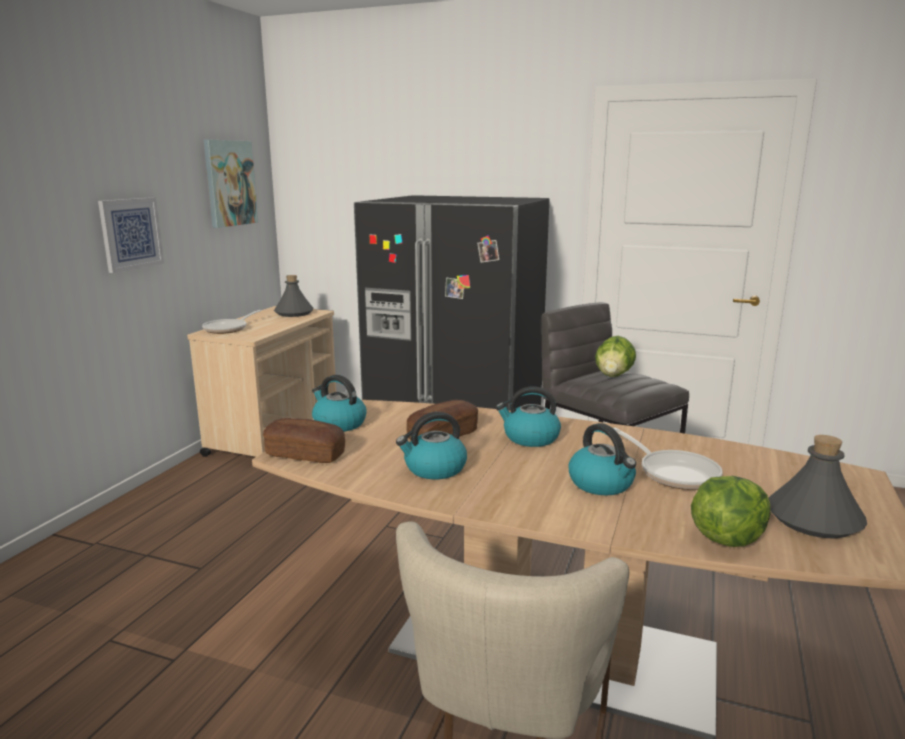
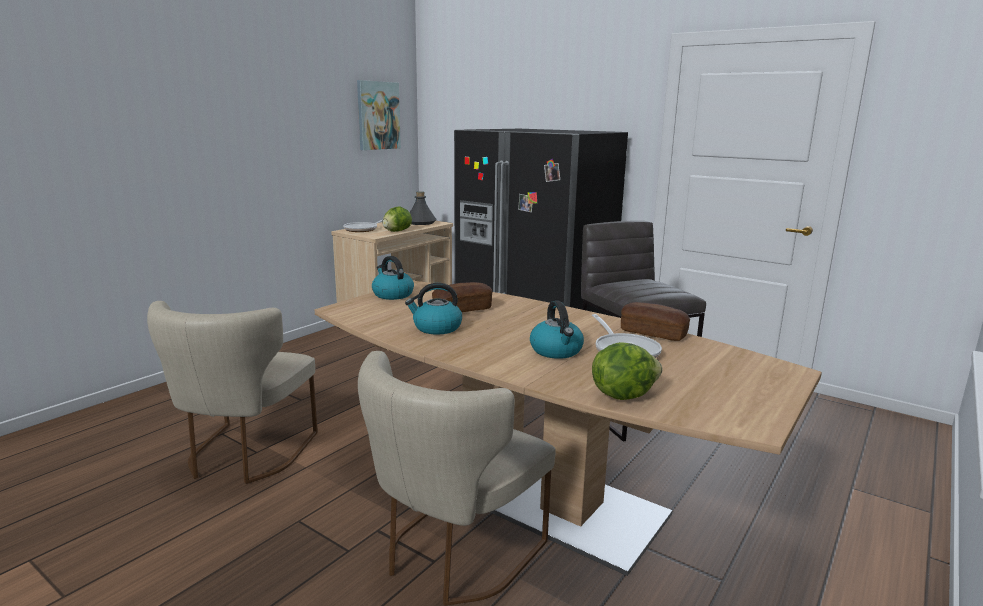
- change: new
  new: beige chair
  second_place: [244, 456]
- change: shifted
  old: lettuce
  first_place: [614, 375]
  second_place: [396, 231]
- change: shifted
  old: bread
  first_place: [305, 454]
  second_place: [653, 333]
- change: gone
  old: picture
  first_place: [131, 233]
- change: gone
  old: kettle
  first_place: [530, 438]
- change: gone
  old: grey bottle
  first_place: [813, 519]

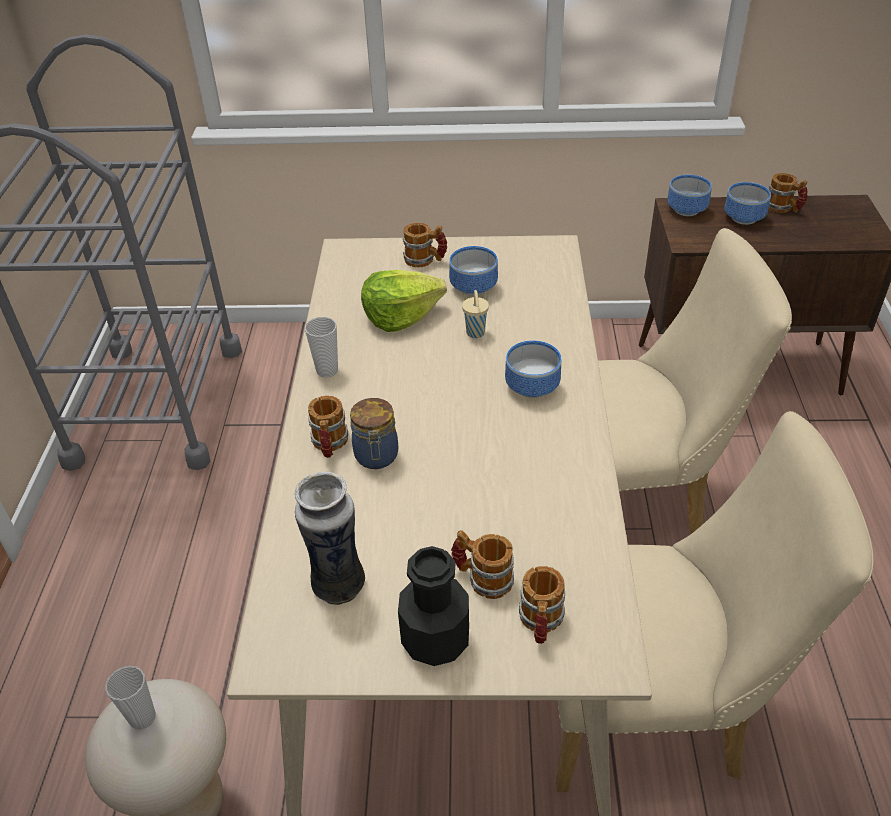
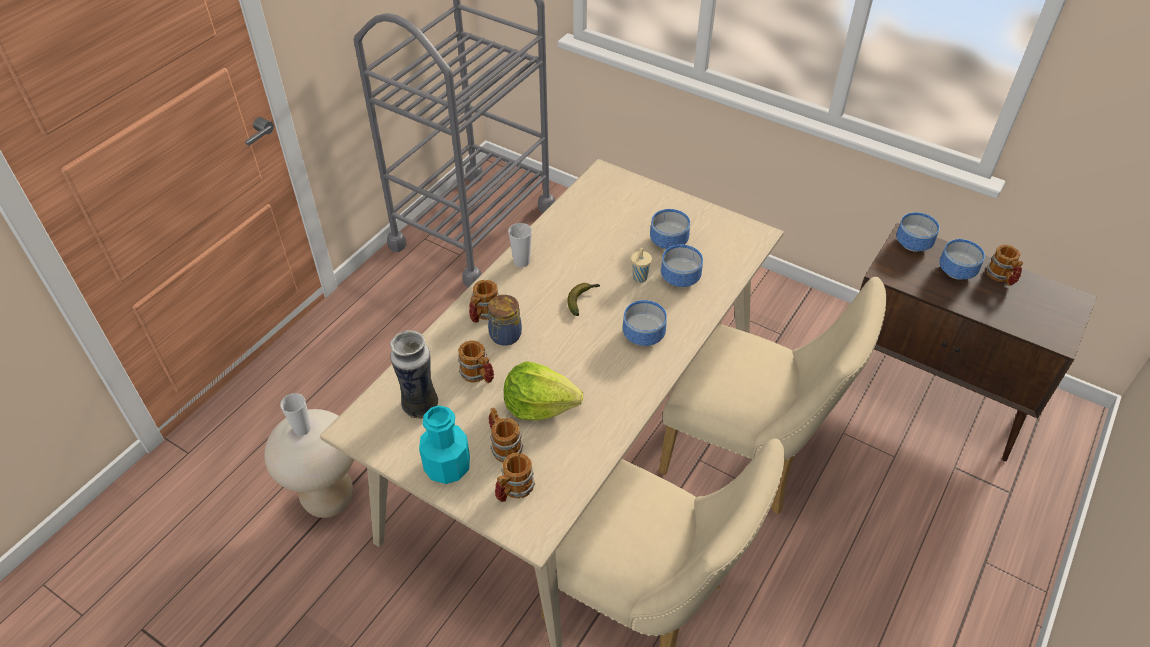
- change: repainted
  old: black bottle
  new: turquoise bottle
  first_place: [435, 640]
  second_place: [447, 466]
- change: shifted
  old: mug
  first_place: [425, 260]
  second_place: [478, 375]
- change: shifted
  old: lettuce
  first_place: [401, 316]
  second_place: [539, 404]
- change: new
  new: banana
  second_place: [582, 300]
- change: new
  new: bowl
  second_place: [681, 277]

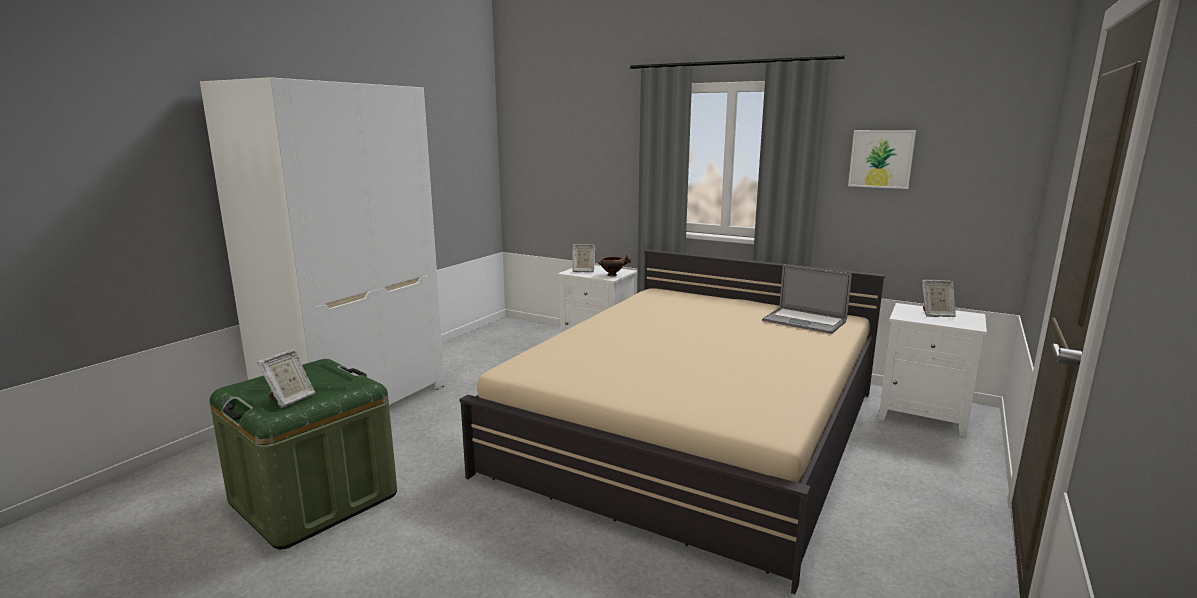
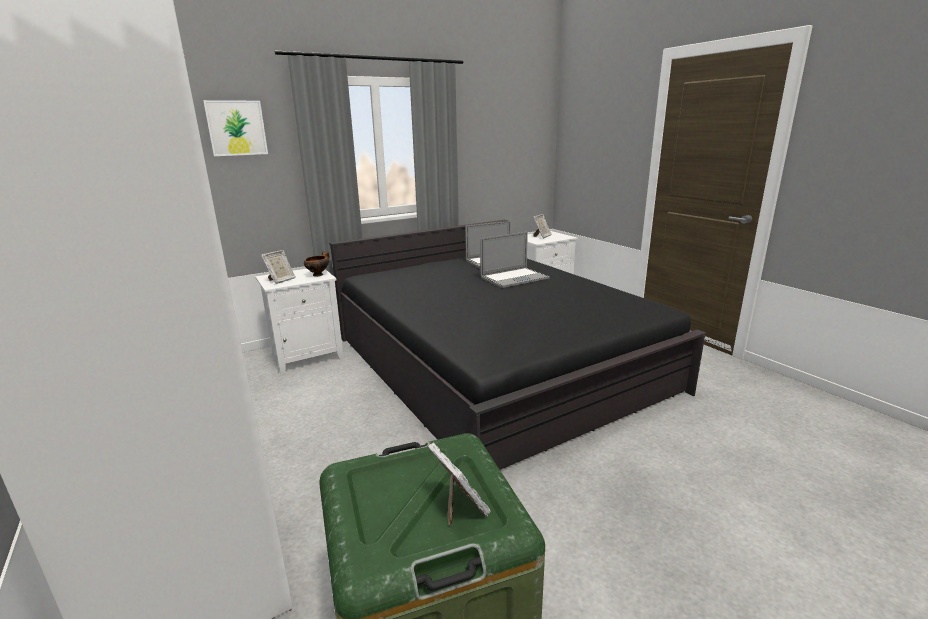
- change: shifted
  old: picture
  first_place: [881, 159]
  second_place: [236, 128]
- change: repainted
  old: beige bed
  new: black bed
  first_place: [695, 430]
  second_place: [494, 363]
- change: new
  new: laptop
  second_place: [514, 278]

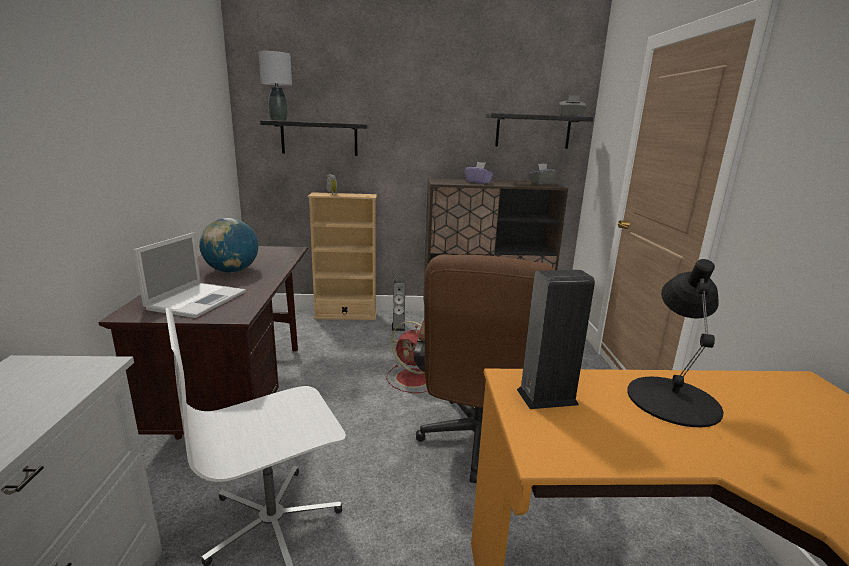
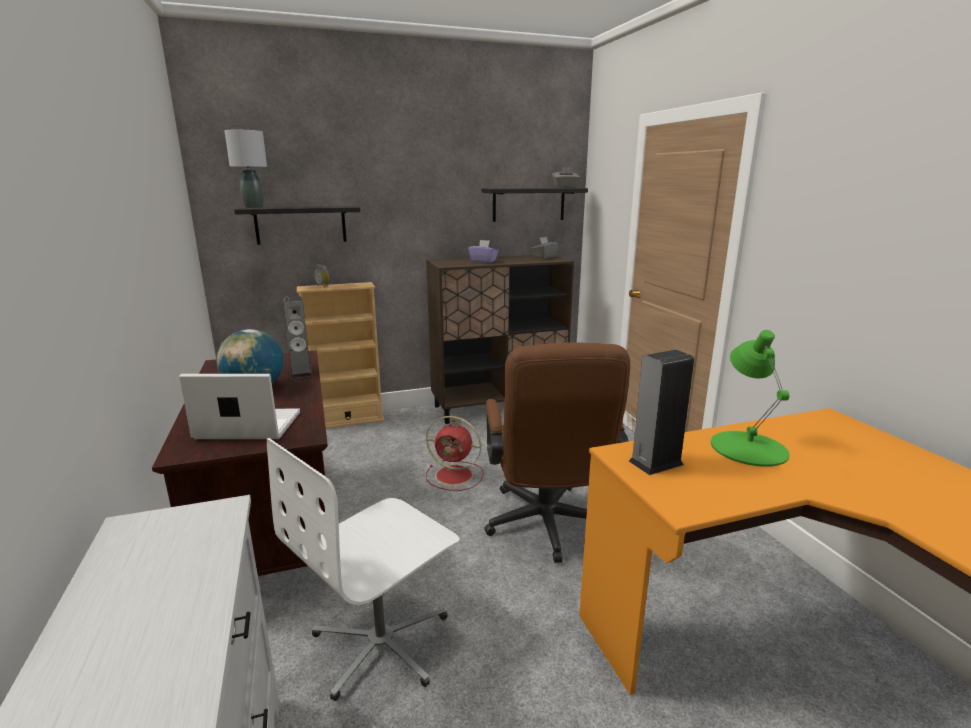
- change: rotated
  old: laptop
  first_place: [198, 300]
  second_place: [246, 426]
  degrees: -90
- change: shifted
  old: speaker
  first_place: [398, 326]
  second_place: [301, 372]
- change: repainted
  old: black table lamp
  new: green table lamp
  first_place: [673, 400]
  second_place: [748, 447]

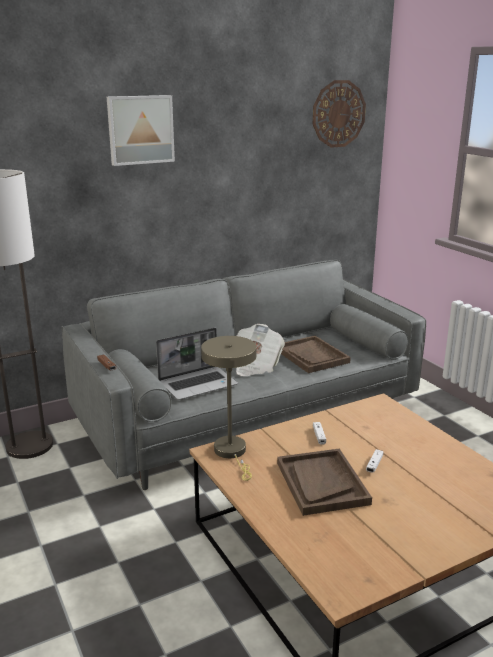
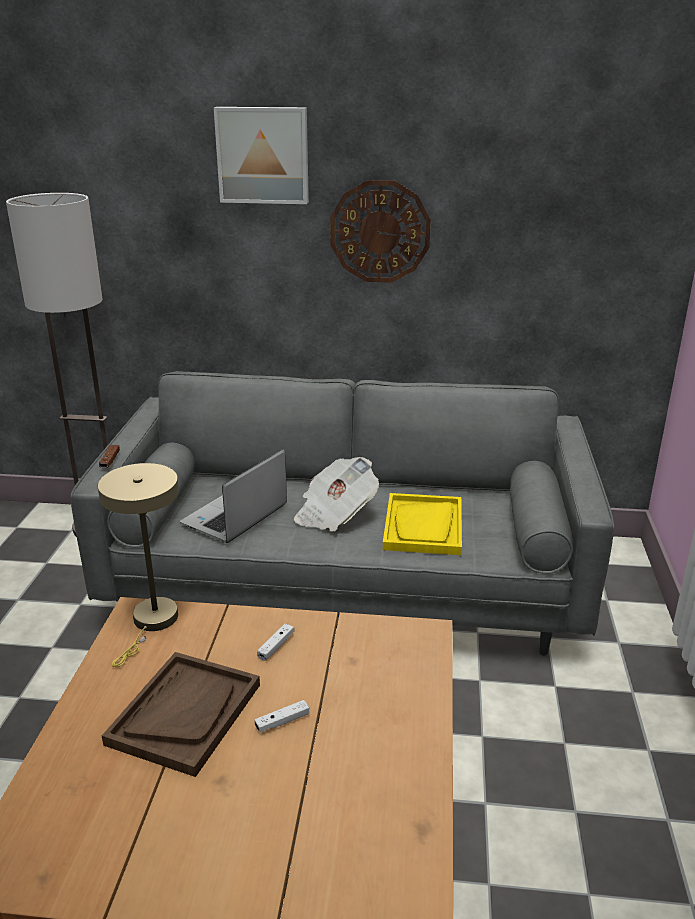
- change: rotated
  old: laptop
  first_place: [198, 384]
  second_place: [235, 517]
  degrees: 120
- change: shifted
  old: wall clock
  first_place: [338, 114]
  second_place: [380, 232]
- change: repainted
  old: brown tray
  new: yellow tray
  first_place: [312, 356]
  second_place: [423, 526]

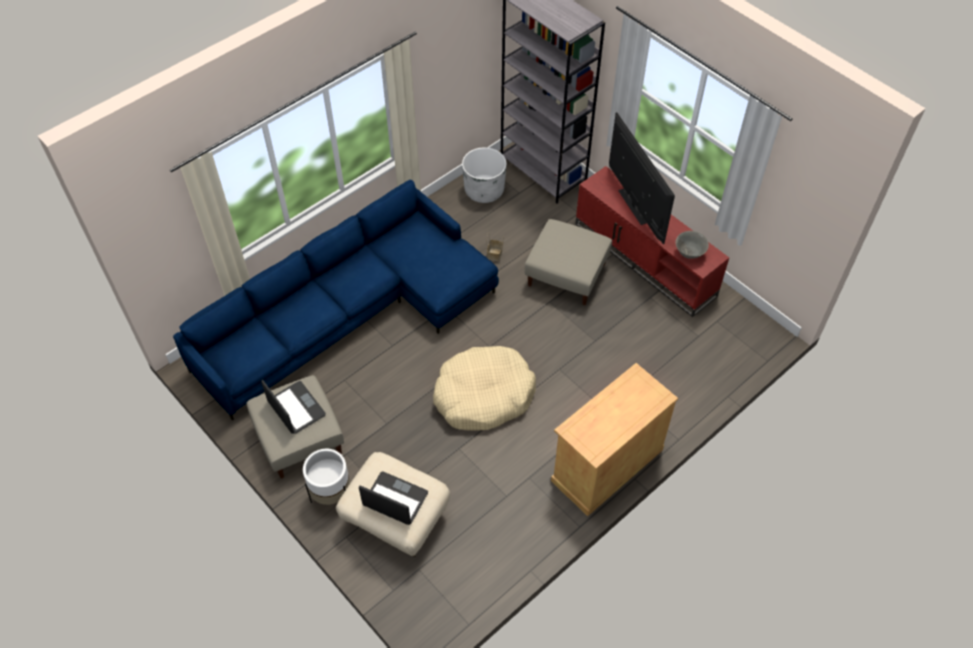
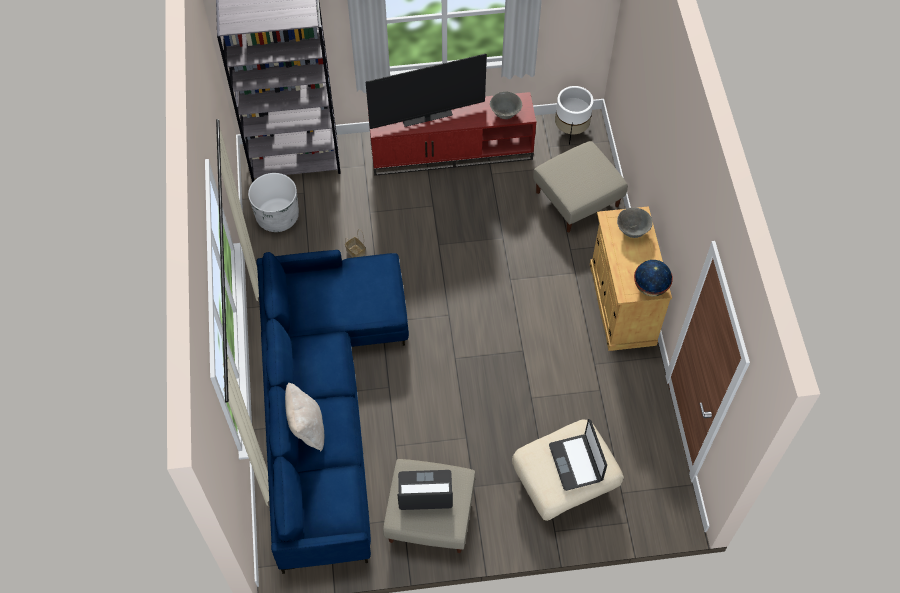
- change: new
  new: beige pillow
  second_place: [307, 428]
- change: rotated
  old: television
  first_place: [633, 206]
  second_place: [427, 117]
  degrees: 150
- change: shifted
  old: beige ottoman
  first_place: [567, 274]
  second_place: [577, 198]
- change: rotated
  old: laptop
  first_place: [395, 499]
  second_place: [576, 462]
  degrees: -75
- change: shifted
  old: white planter
  first_place: [331, 493]
  second_place: [571, 130]
- change: new
  new: grey bowl
  second_place: [632, 230]
- change: new
  new: globe
  second_place: [650, 287]
- change: gone
  old: beige dog bed
  first_place: [483, 395]

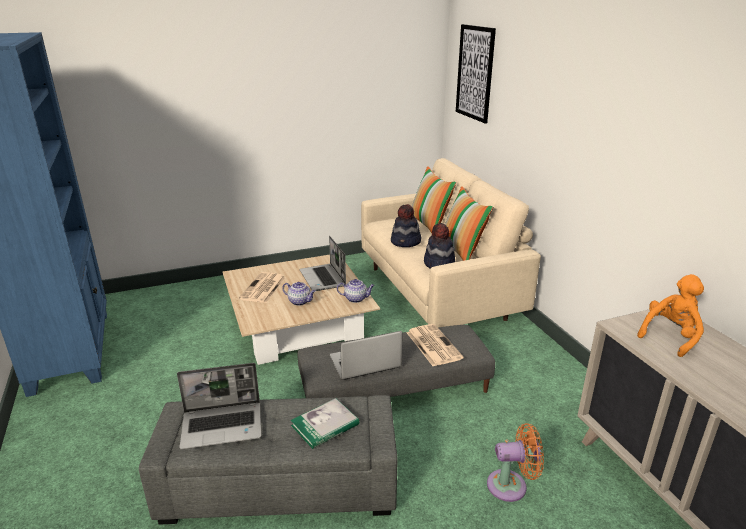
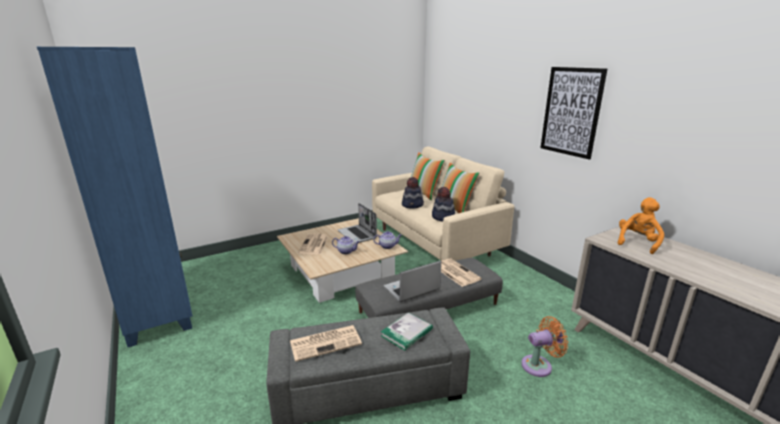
- change: swapped
  old: laptop
  new: newspaper
  first_place: [223, 425]
  second_place: [326, 342]
- change: shifted
  old: picture
  first_place: [475, 73]
  second_place: [571, 112]

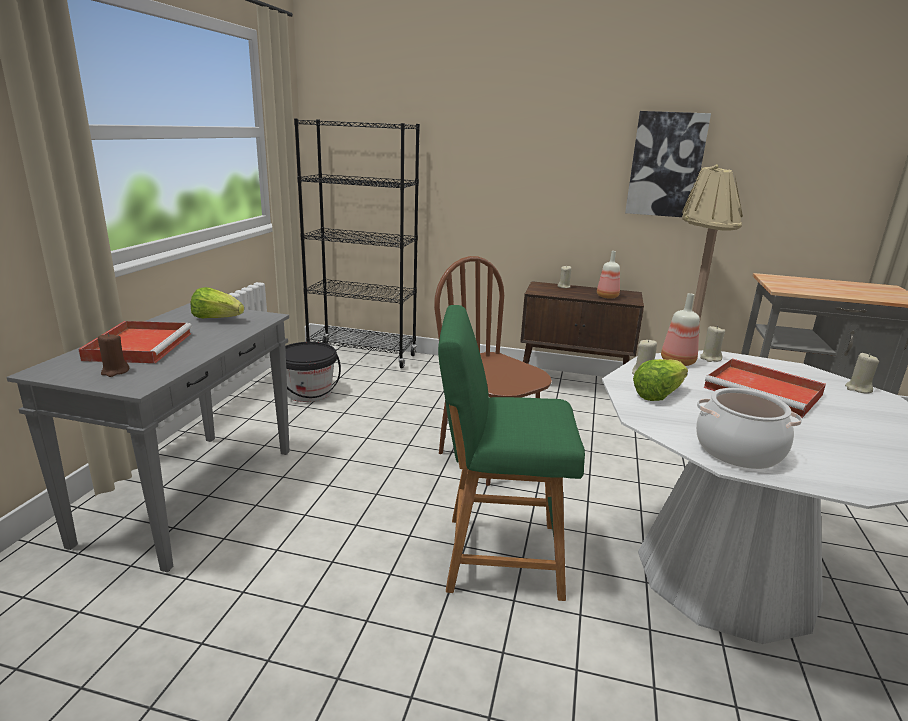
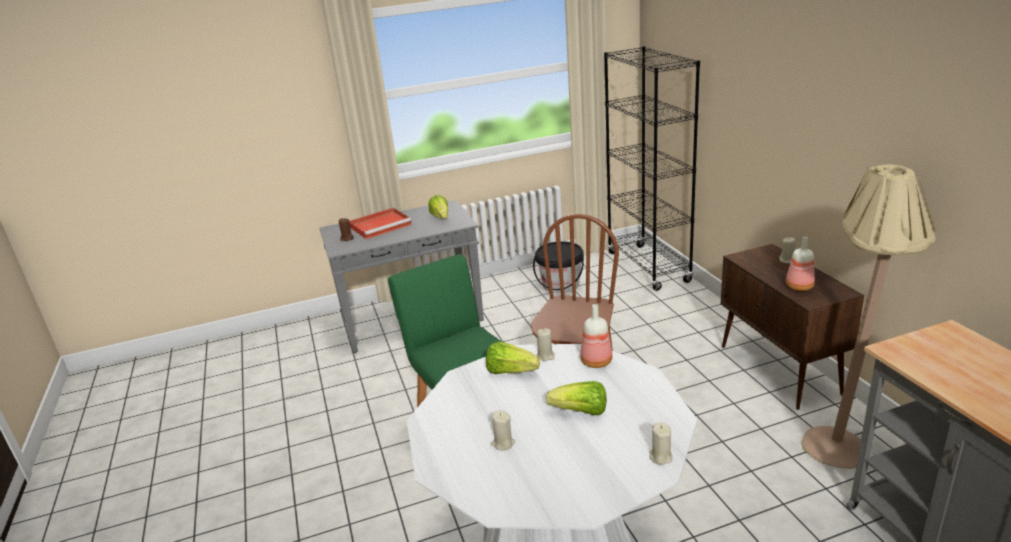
- change: shifted
  old: beige candle
  first_place: [710, 358]
  second_place: [503, 443]
- change: swapped
  old: red tray
  new: lettuce
  first_place: [765, 392]
  second_place: [581, 412]
- change: gone
  old: picture
  first_place: [665, 165]
- change: gone
  old: cooking pot
  first_place: [738, 451]

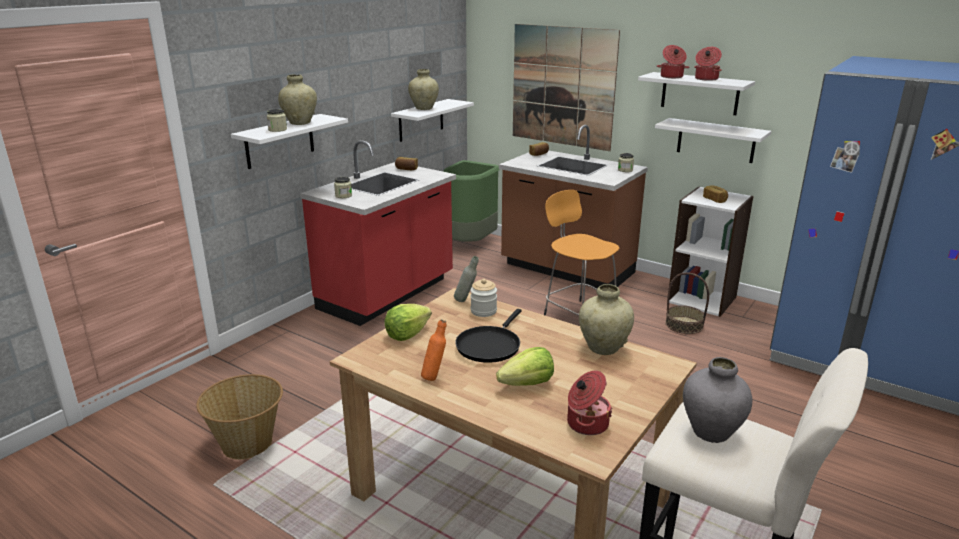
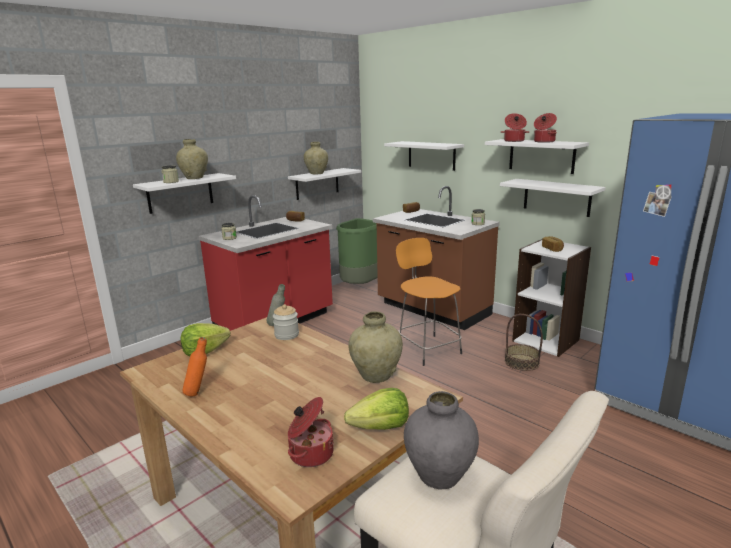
- change: shifted
  old: lettuce
  first_place: [527, 384]
  second_place: [381, 427]
- change: swapped
  old: picture
  new: white shelf
  first_place: [563, 86]
  second_place: [431, 155]
- change: gone
  old: basket
  first_place: [248, 444]
- change: gone
  old: black frying pan
  first_place: [490, 345]

